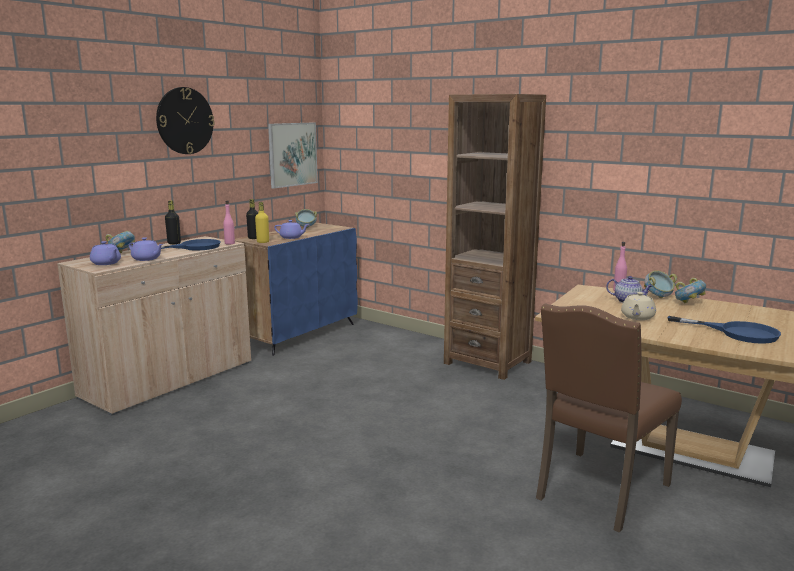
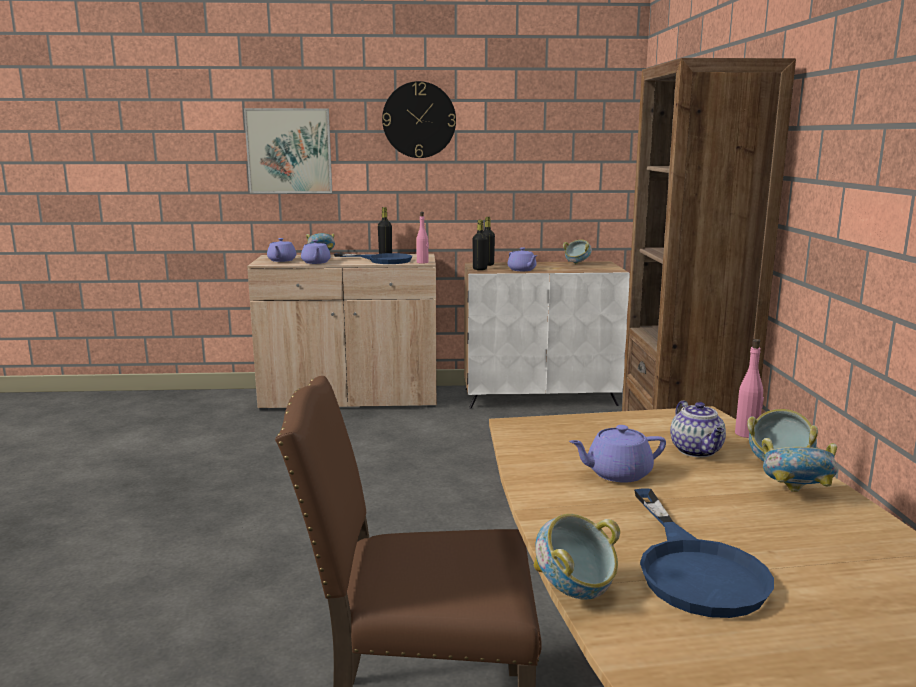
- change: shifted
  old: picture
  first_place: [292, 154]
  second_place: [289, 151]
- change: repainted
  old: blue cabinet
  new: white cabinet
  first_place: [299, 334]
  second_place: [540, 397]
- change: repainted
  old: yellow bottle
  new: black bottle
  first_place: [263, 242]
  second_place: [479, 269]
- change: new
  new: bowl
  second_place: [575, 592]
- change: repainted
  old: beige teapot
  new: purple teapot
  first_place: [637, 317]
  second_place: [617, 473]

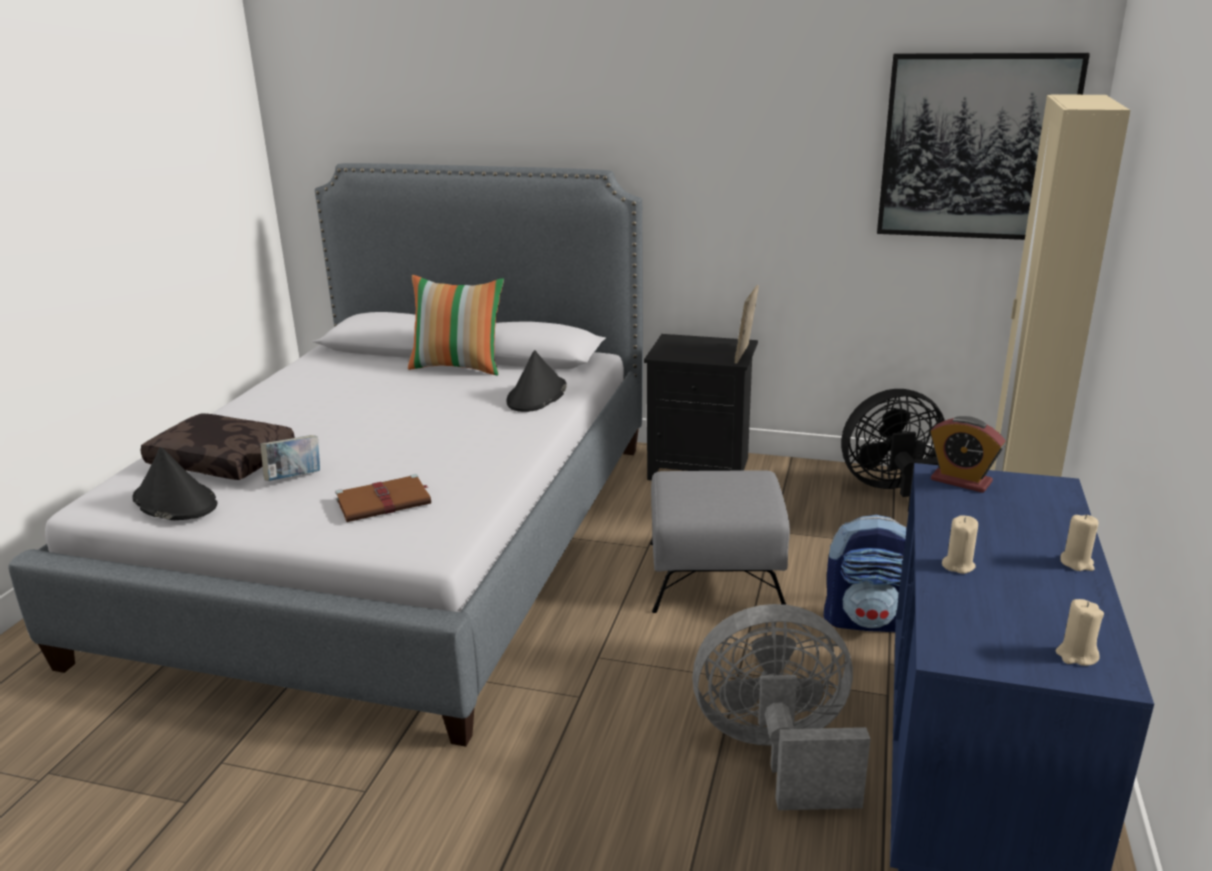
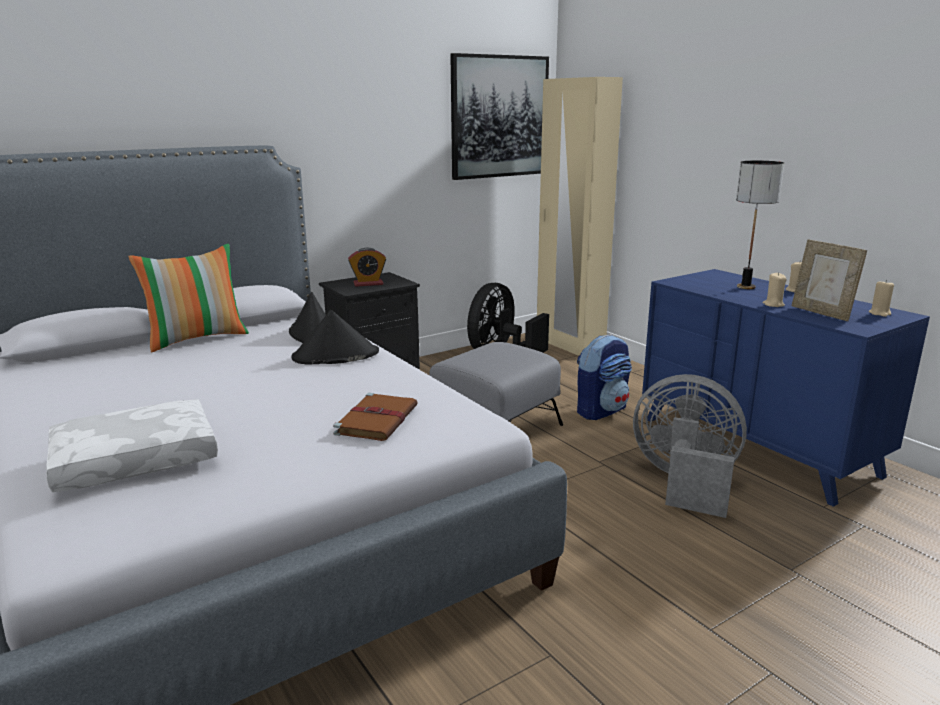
- change: repainted
  old: brown pillow
  new: white pillow
  first_place: [224, 460]
  second_place: [137, 459]
- change: shifted
  old: black hat
  first_place: [174, 502]
  second_place: [335, 356]
- change: shifted
  old: alarm clock
  first_place: [961, 481]
  second_place: [368, 284]
- change: rotated
  old: grey fan
  first_place: [777, 753]
  second_place: [684, 483]
  degrees: 75
- change: new
  new: table lamp
  second_place: [746, 287]
- change: shifted
  old: picture frame
  first_place: [745, 354]
  second_place: [821, 313]
- change: gone
  old: book
  first_place: [294, 478]

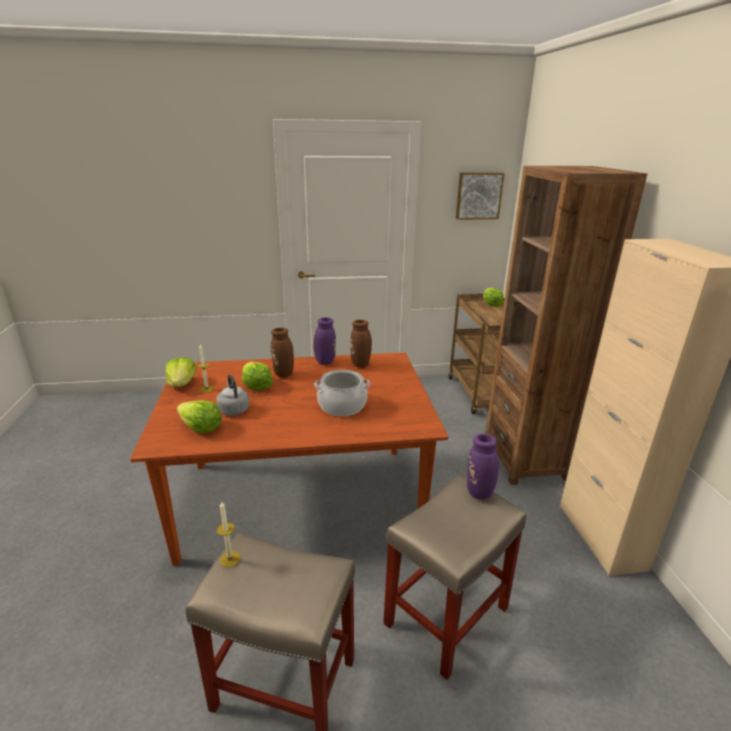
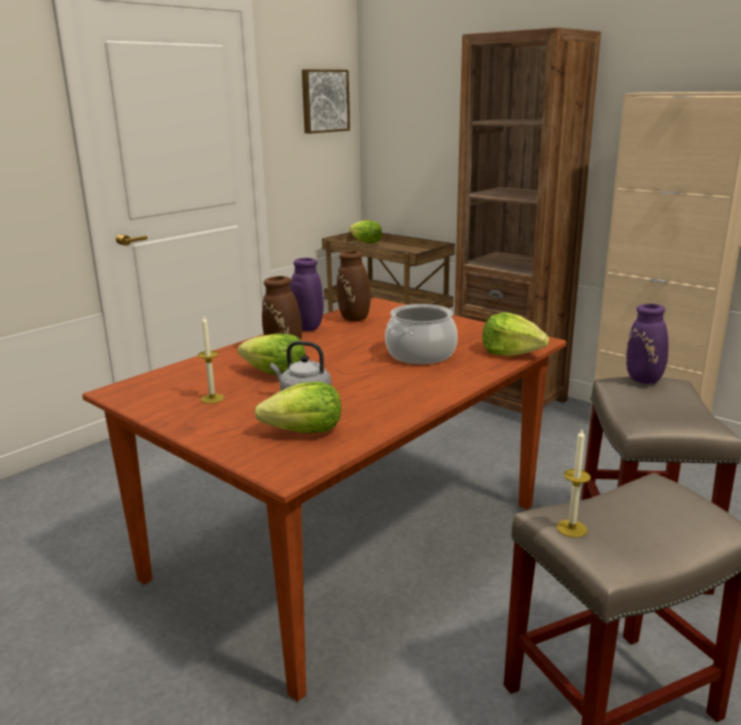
- change: shifted
  old: lettuce
  first_place: [182, 384]
  second_place: [511, 352]

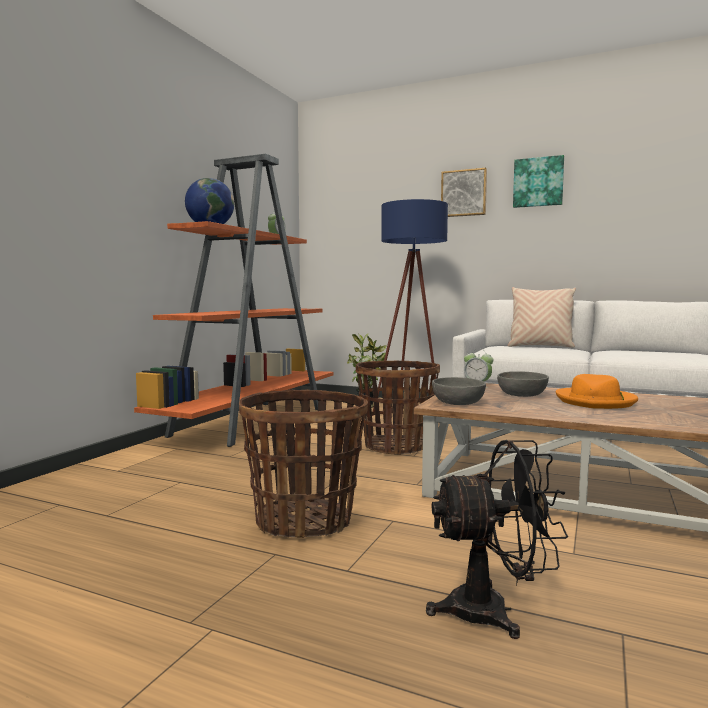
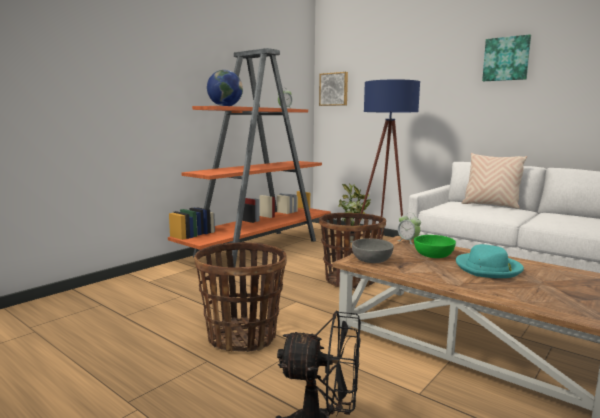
- change: shifted
  old: picture
  first_place: [464, 193]
  second_place: [334, 89]
- change: repainted
  old: grey bowl
  new: green bowl
  first_place: [522, 394]
  second_place: [433, 255]
- change: repainted
  old: orange hat
  new: turquoise hat
  first_place: [596, 401]
  second_place: [488, 268]

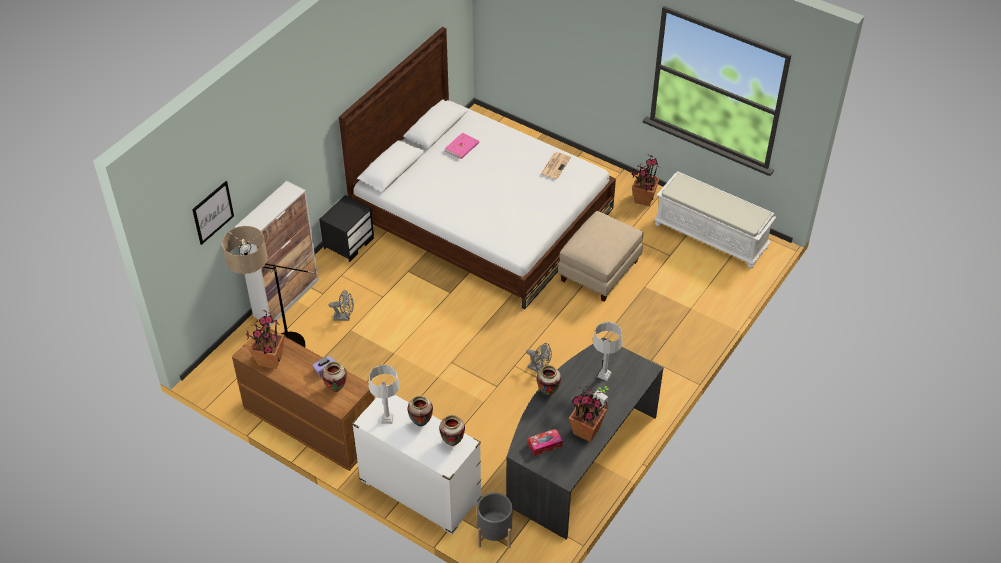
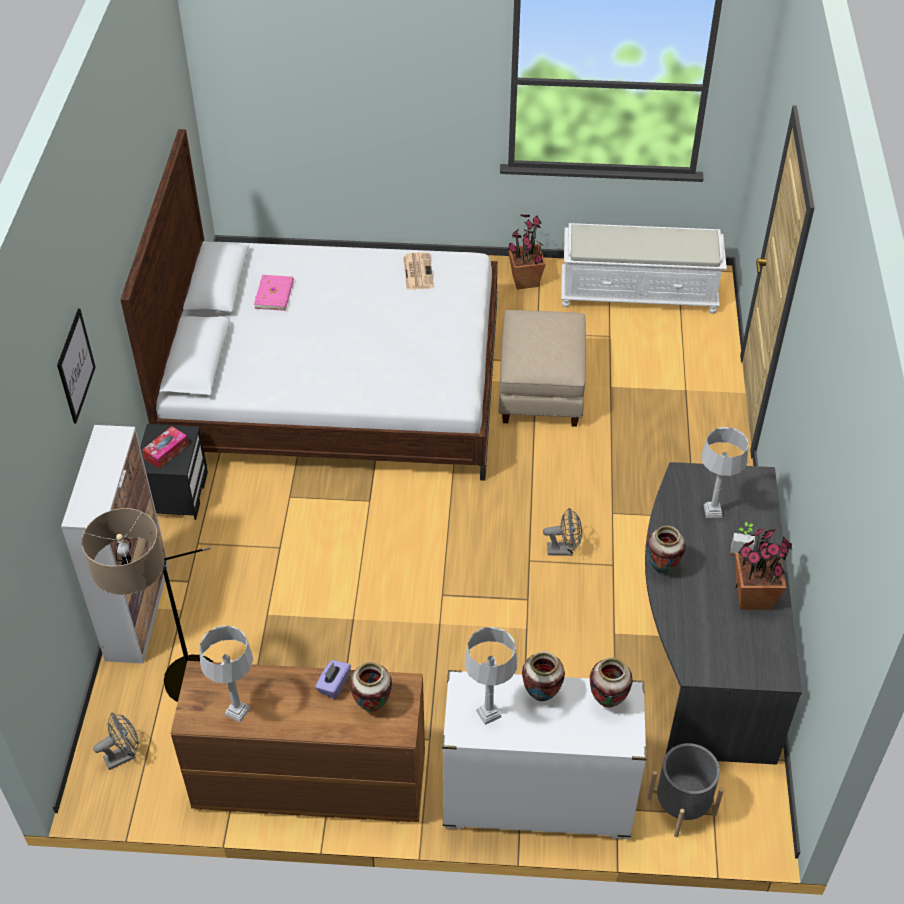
- change: shifted
  old: picture
  first_place: [213, 212]
  second_place: [75, 366]
- change: shifted
  old: grey fan
  first_place: [344, 317]
  second_place: [124, 755]
- change: shifted
  old: tissue box
  first_place: [545, 445]
  second_place: [166, 452]
- change: swapped
  old: potted plant
  new: grey table lamp
  first_place: [270, 360]
  second_place: [237, 711]

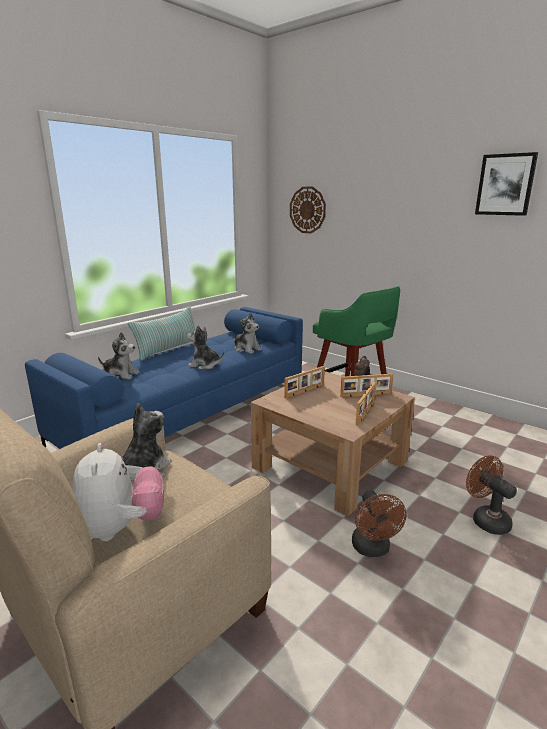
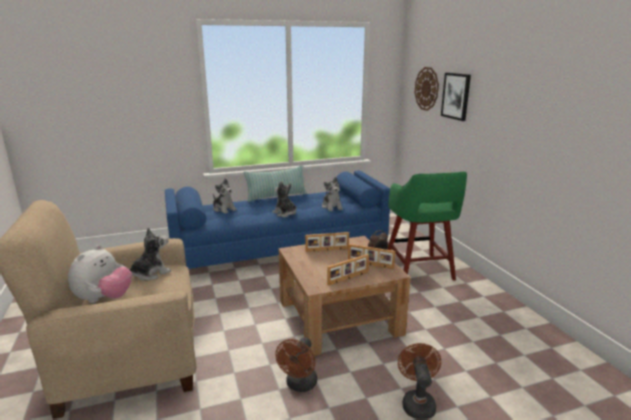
- change: shifted
  old: picture
  first_place: [505, 184]
  second_place: [456, 96]

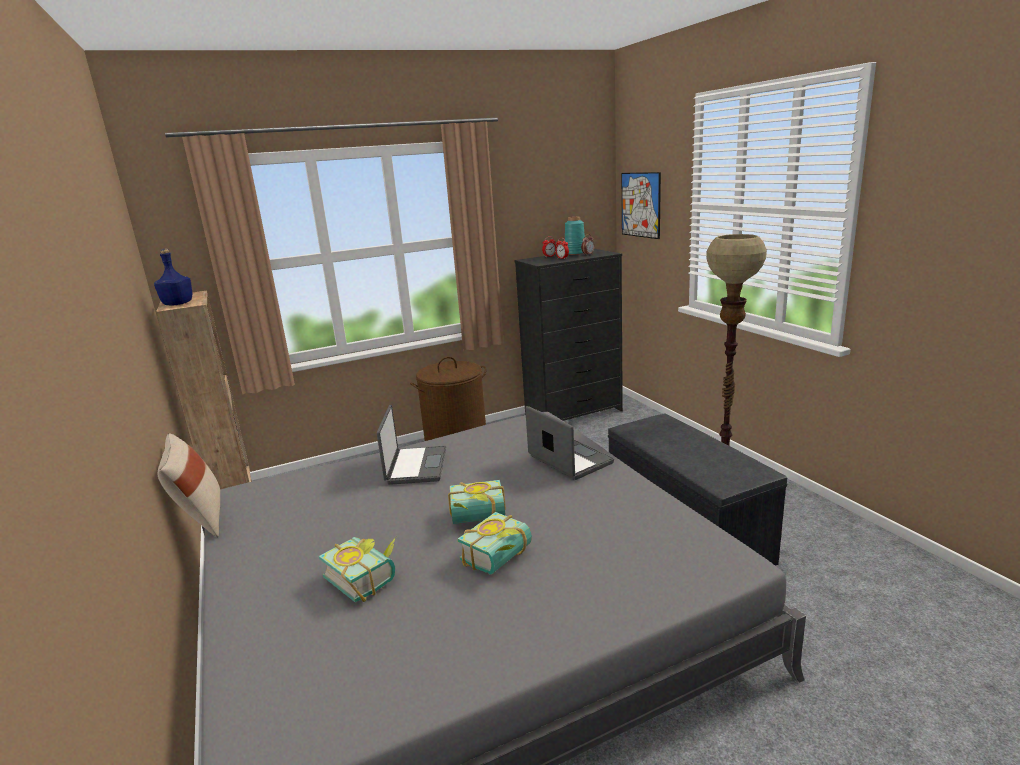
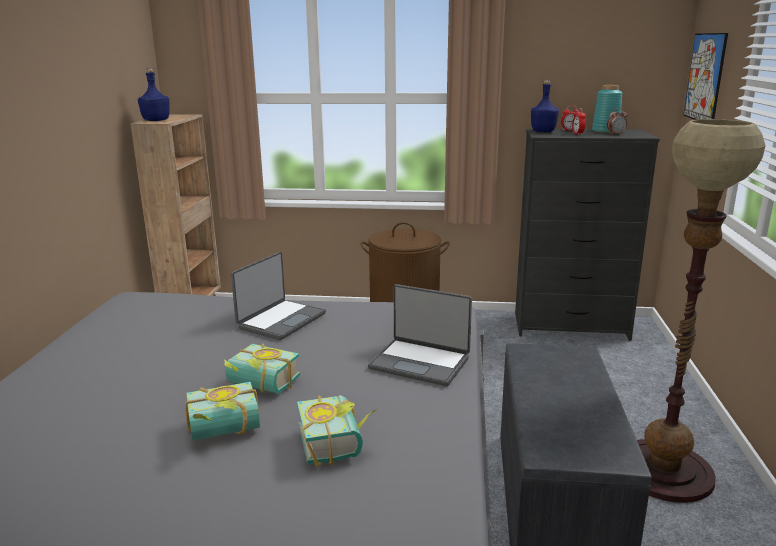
- change: shifted
  old: book
  first_place: [366, 577]
  second_place: [337, 442]
- change: rotated
  old: laptop
  first_place: [569, 460]
  second_place: [420, 362]
  degrees: 120
- change: new
  new: blue bottle
  second_place: [542, 131]
- change: gone
  old: beige pillow
  first_place: [201, 519]

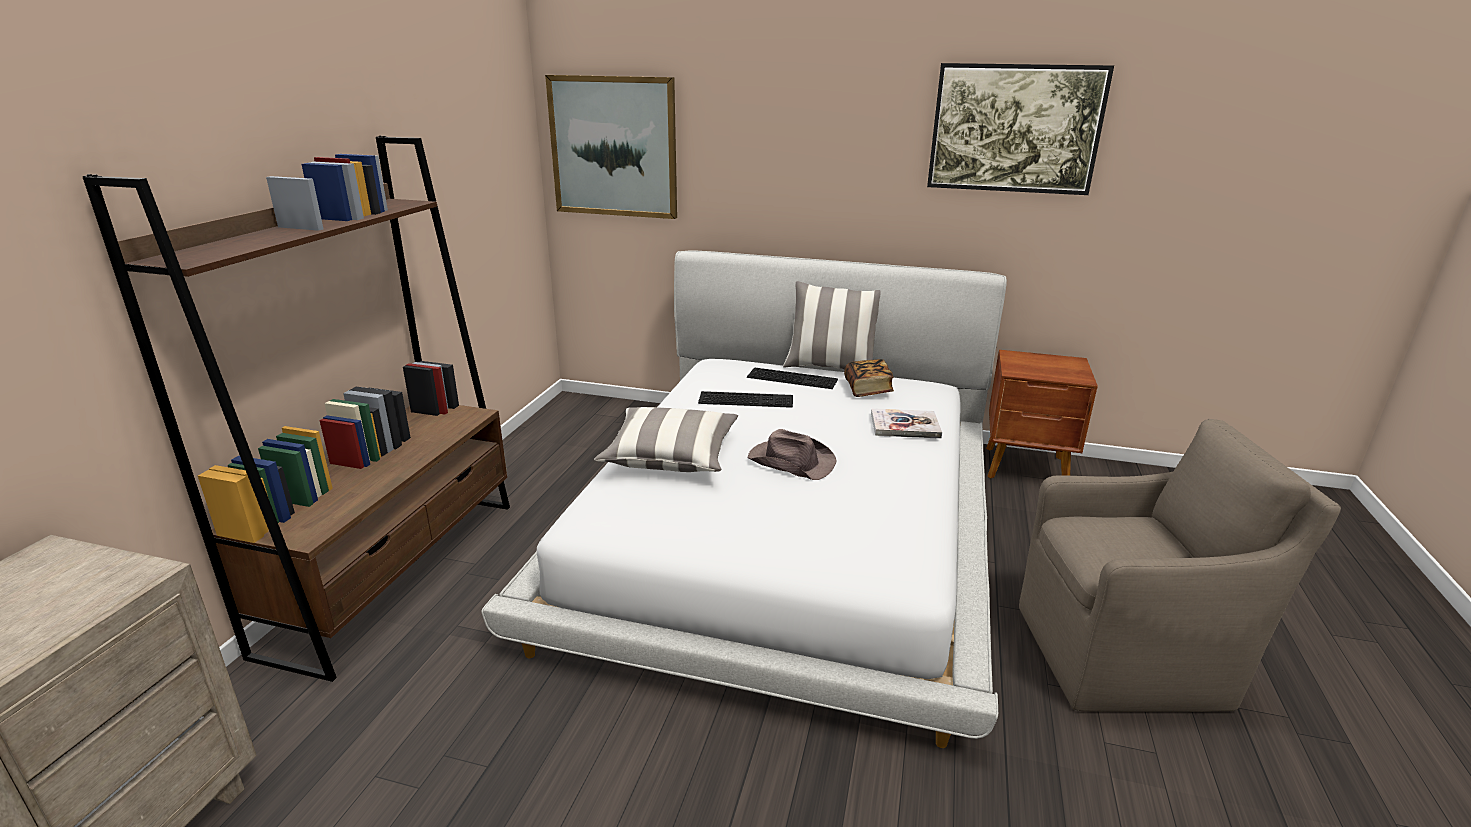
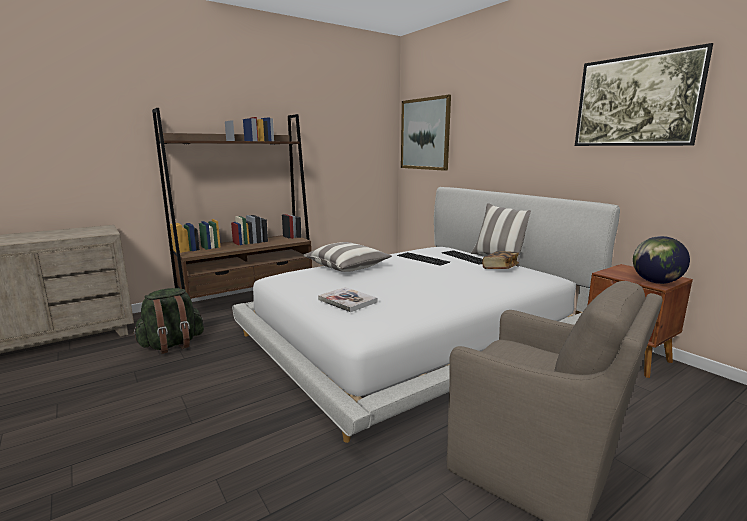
- change: new
  new: green backpack
  second_place: [172, 345]
- change: shifted
  old: book
  first_place: [905, 426]
  second_place: [347, 301]
- change: new
  new: globe
  second_place: [655, 282]
- change: gone
  old: brown hat
  first_place: [790, 461]

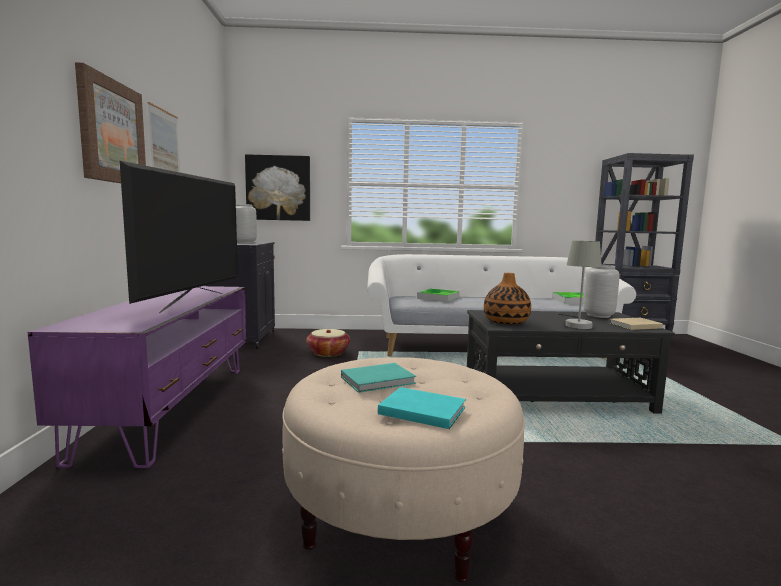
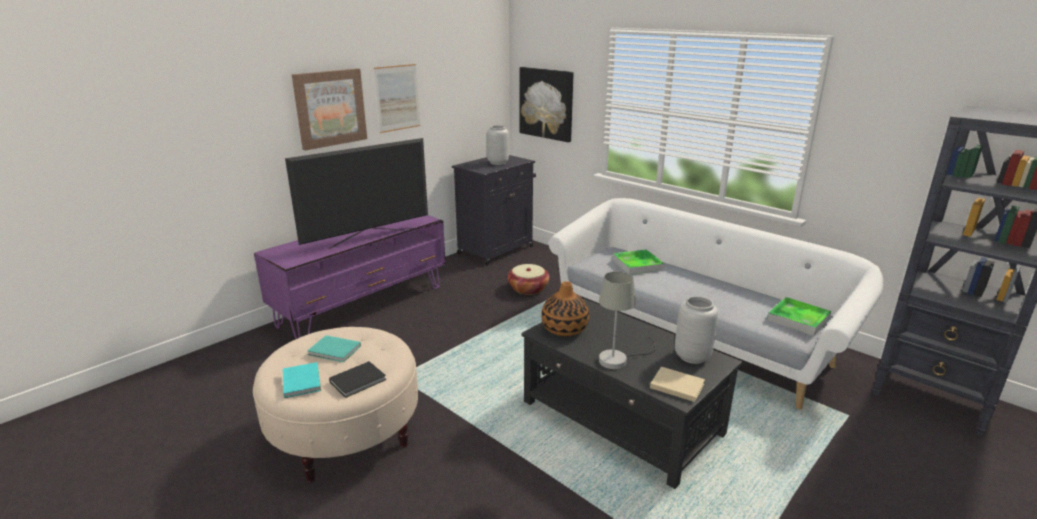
- change: new
  new: black book
  second_place: [359, 381]

